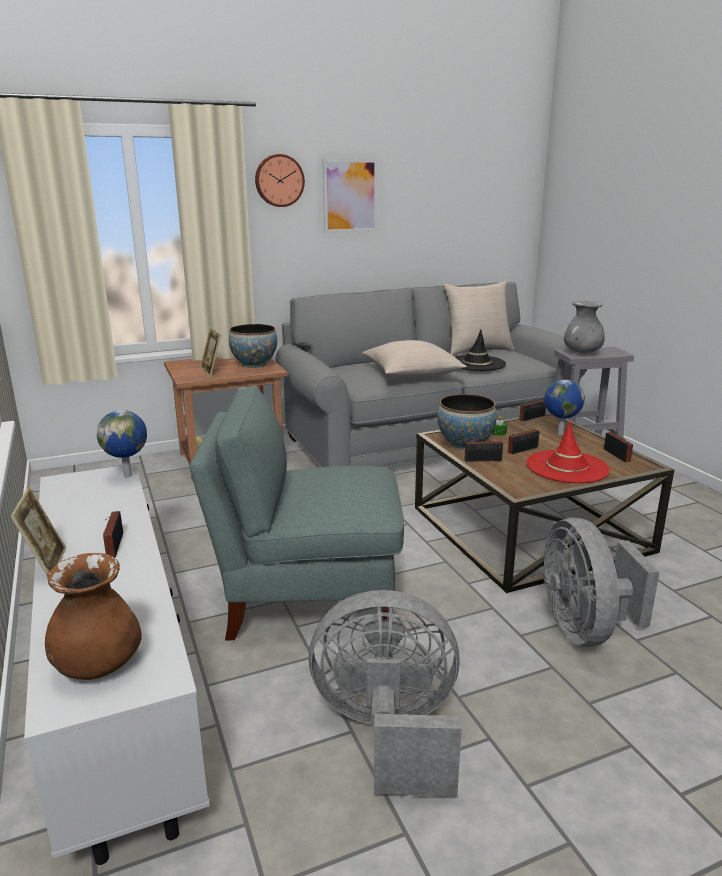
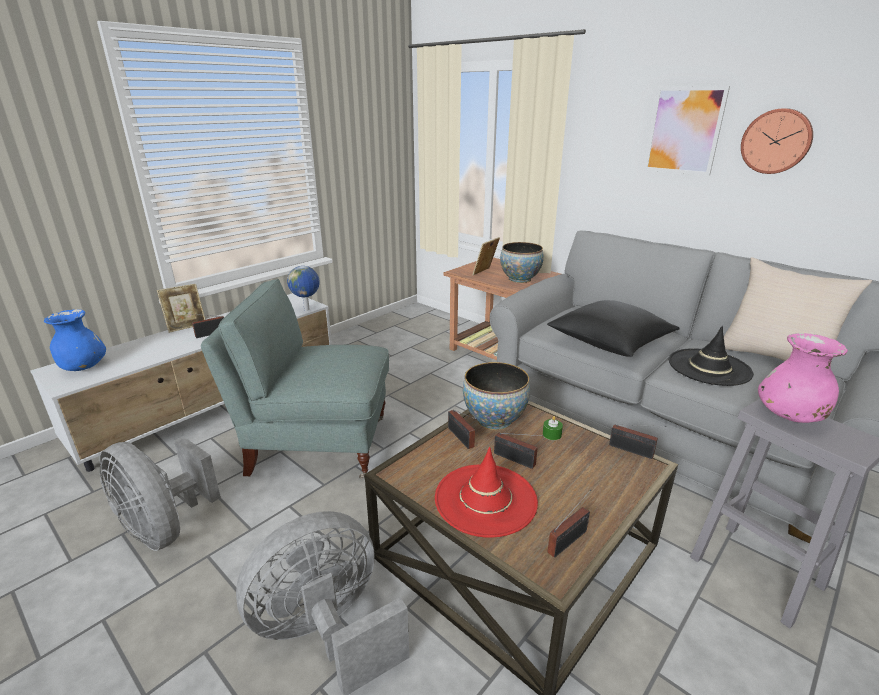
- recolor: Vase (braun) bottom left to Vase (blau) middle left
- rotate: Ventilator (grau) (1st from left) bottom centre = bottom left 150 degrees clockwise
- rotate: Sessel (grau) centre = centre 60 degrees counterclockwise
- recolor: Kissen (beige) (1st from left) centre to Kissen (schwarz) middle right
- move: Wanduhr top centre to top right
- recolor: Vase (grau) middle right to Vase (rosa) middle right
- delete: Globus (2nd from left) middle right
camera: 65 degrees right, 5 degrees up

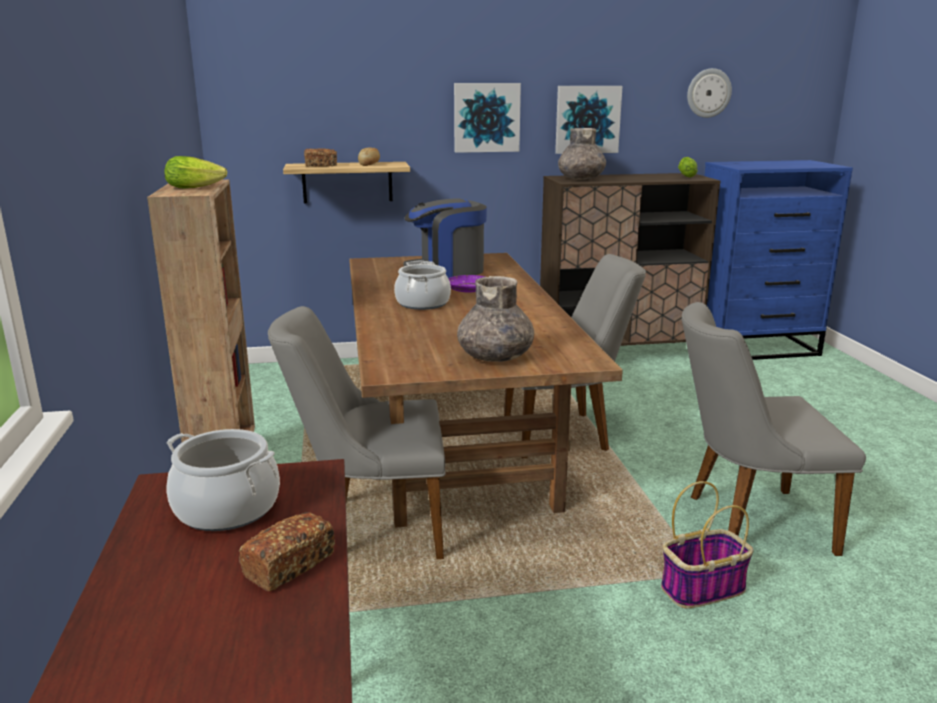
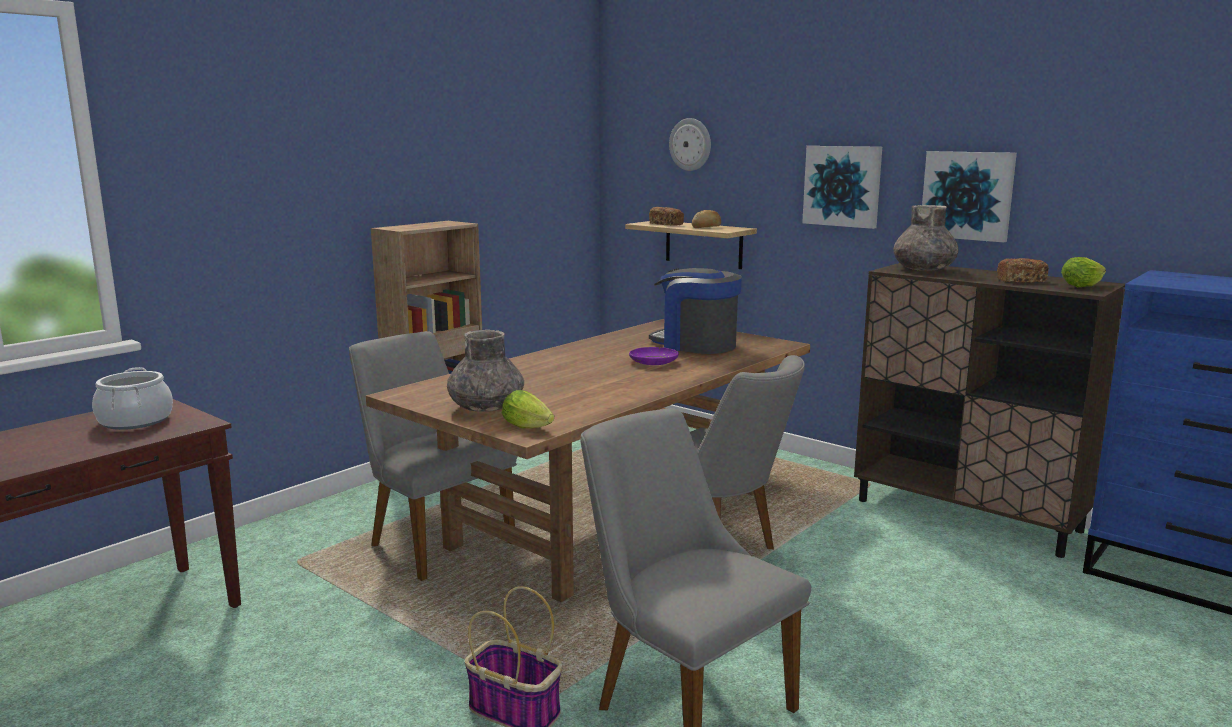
- move: Salatkopf (1st from left) top left to centre
- move: Wanduhr top right to top centre
- move: Brot (1st from left in the first image) bottom left to Brot (3rd from left) middle right
- delete: Kochtopf (2nd from left) centre
camera: 50 degrees right, 5 degrees down

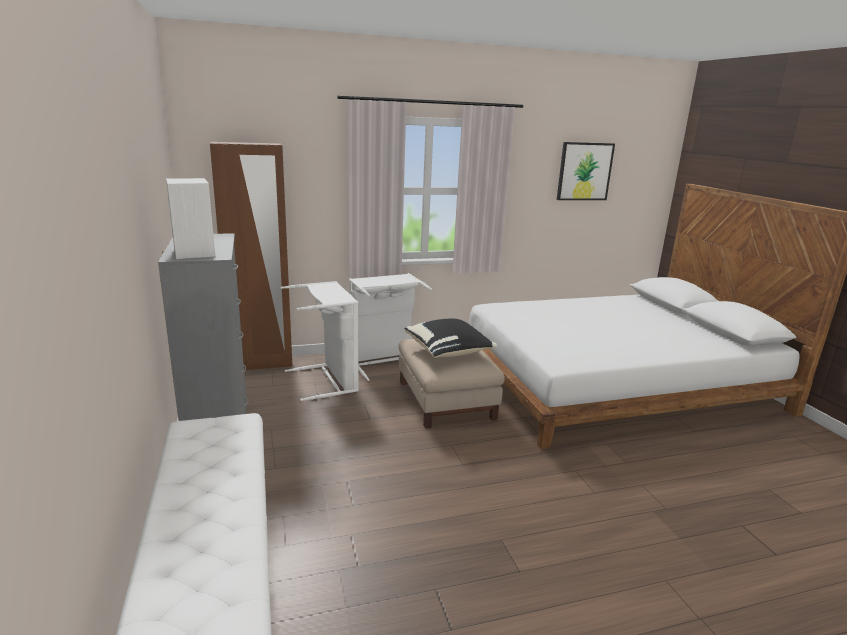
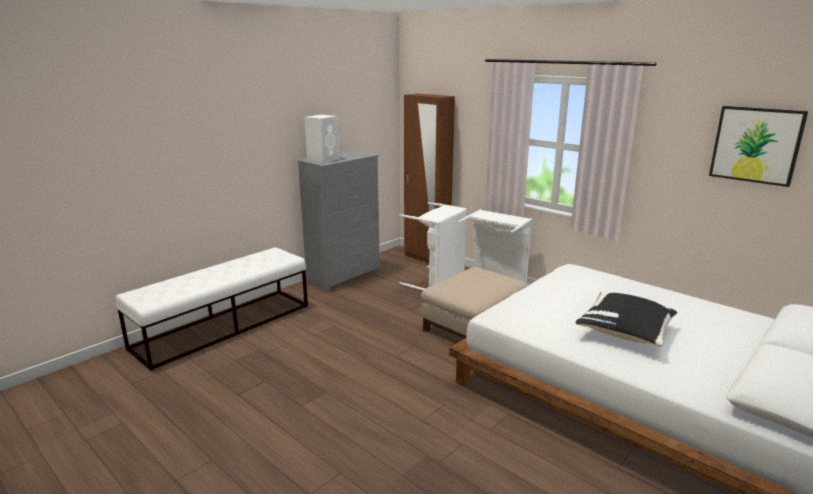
- move: Kissen (schwarz) centre to middle right
camera: 60 degrees right, 0 degrees up

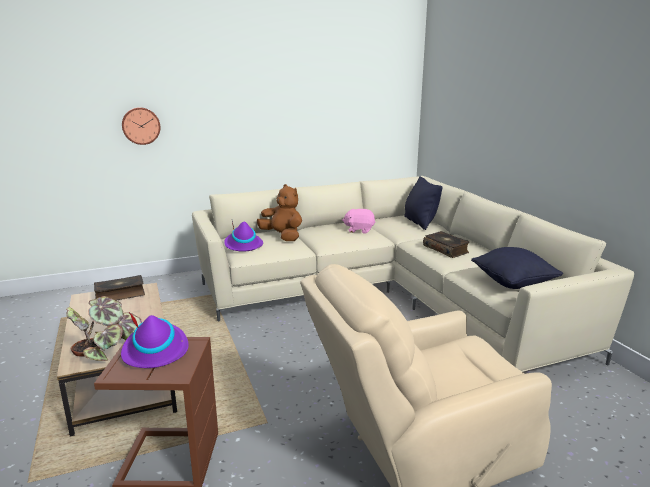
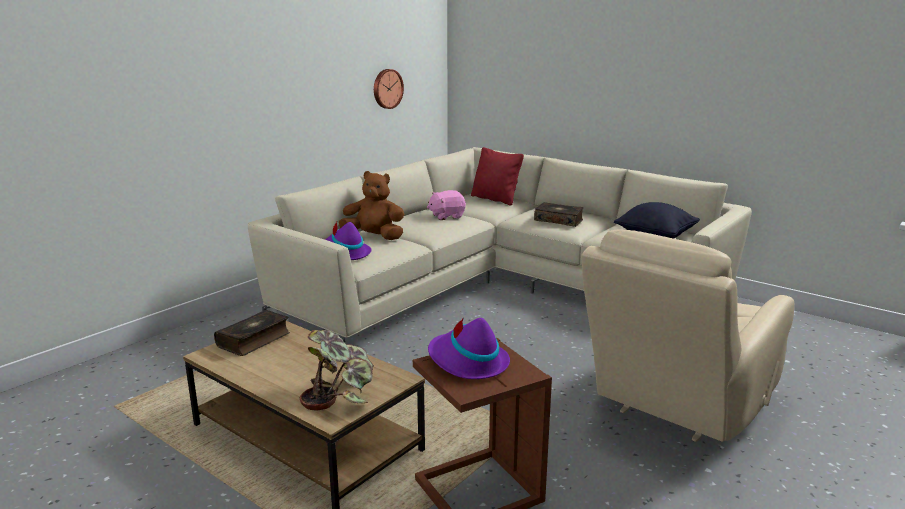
- move: Wanduhr top left to top centre
- recolor: Kissen (schwarz) (1st from left) centre to Kissen (rot) centre
camera: 30 degrees left, 0 degrees up

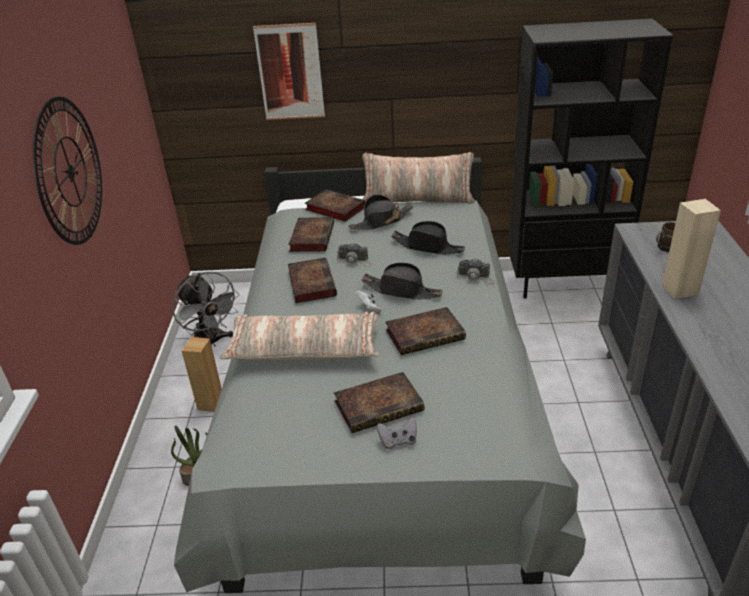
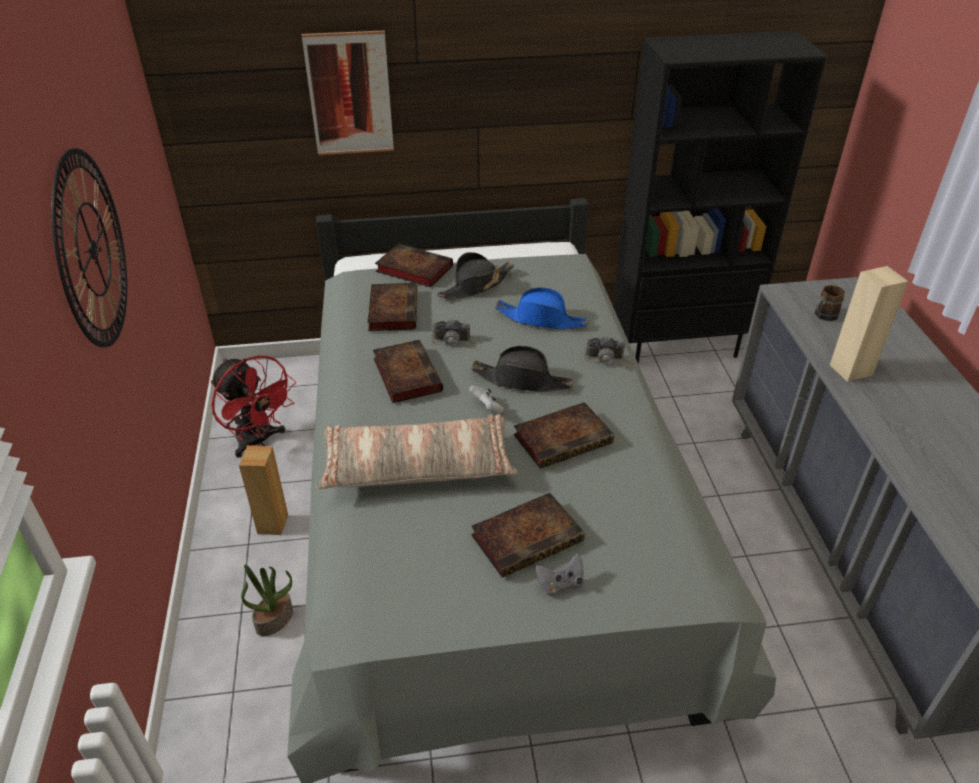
- recolor: Ventilator (grau) middle left to Ventilator (rot) middle left
- recolor: Hut (schwarz) (3rd from left) centre to Hut (blau) centre
- delete: Kissen (2nd from left) top centre
camera: 10 degrees left, 5 degrees up

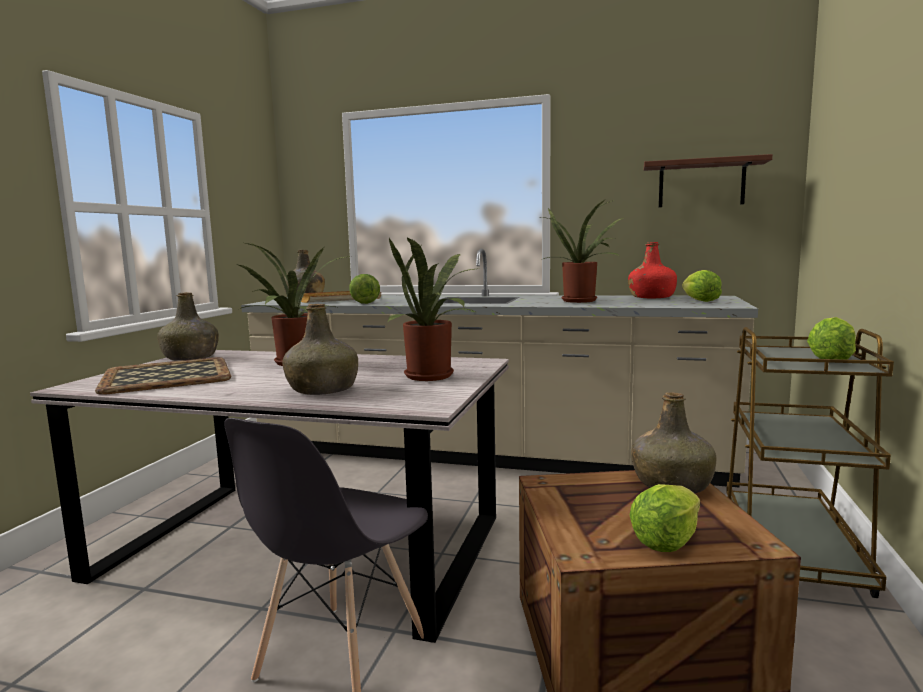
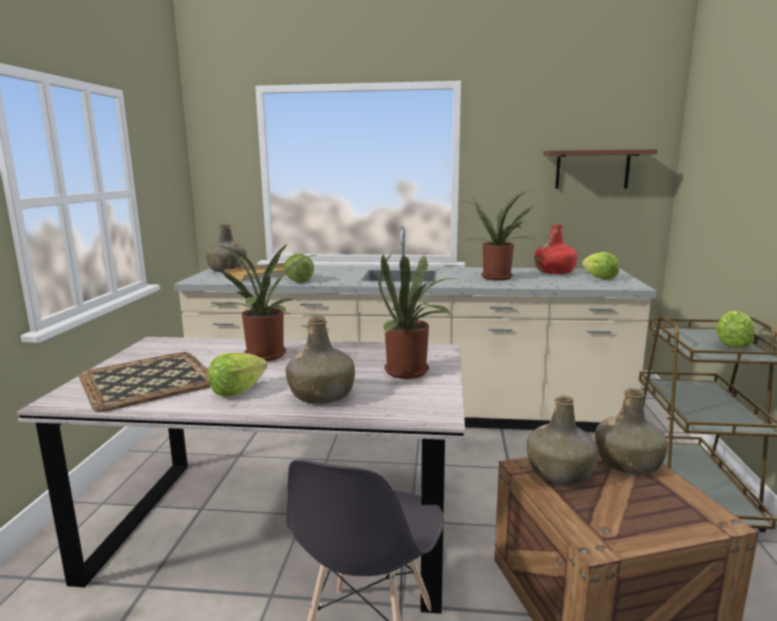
- move: Salatkopf (2nd from left in the first image) bottom right to Salatkopf (1st from left) middle left
- move: Flasche (grün) (1st from left in the first image) middle left to Flasche (grün) (3rd from left) bottom right
camera: 10 degrees left, 5 degrees up

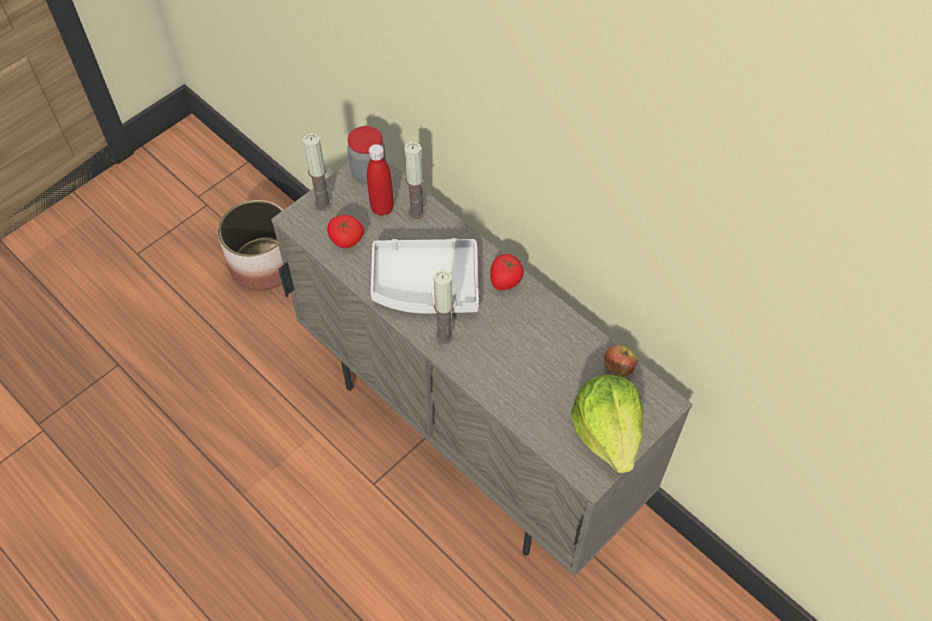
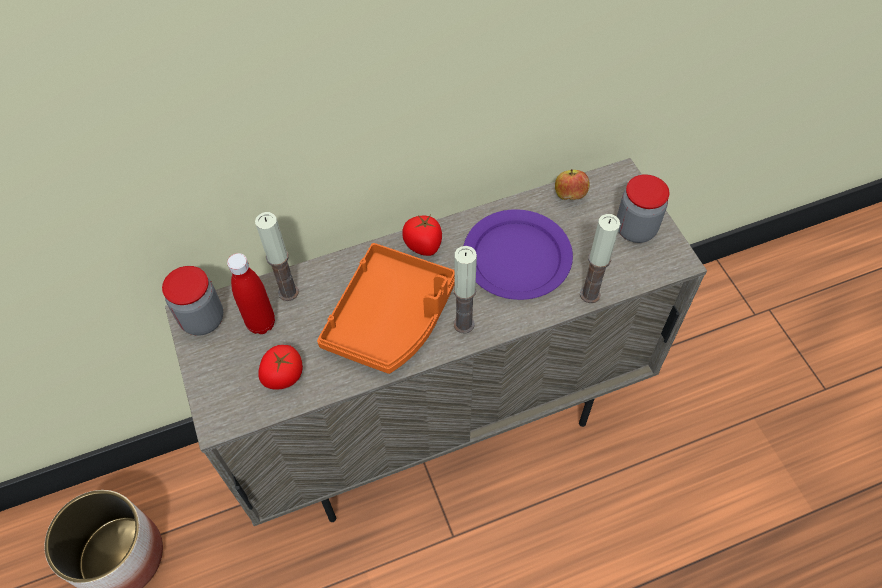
- recolor: Tablett (weiß) centre to Tablett (orange) centre
- insert: Teller (lila) centre
- move: Kerze (1st from left in the first image) top centre to Kerze (3rd from left) middle right
- replace: Salatkopf bottom centre to Vorratsglas (2nd from left) middle right
camera: 65 degrees left, 0 degrees up

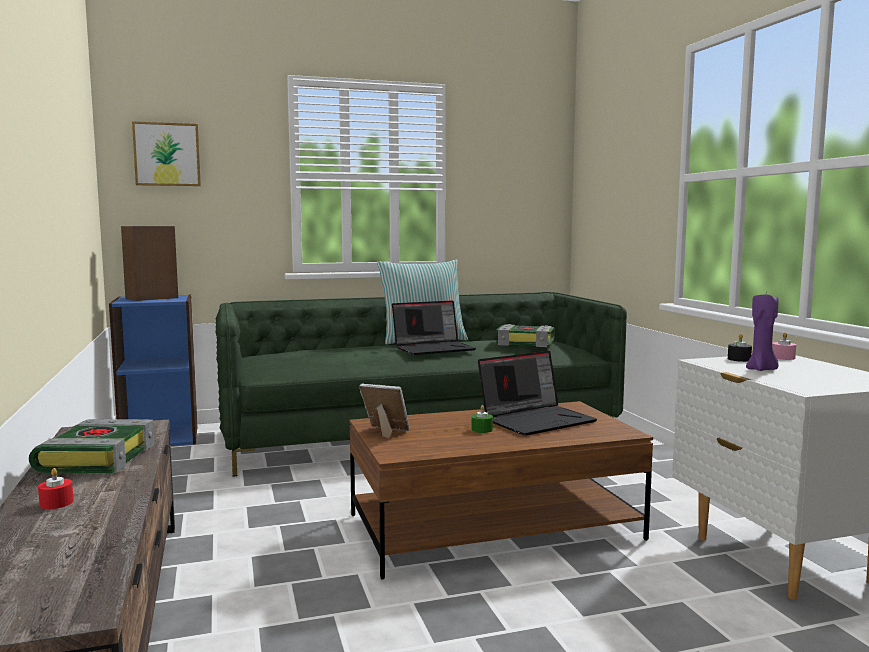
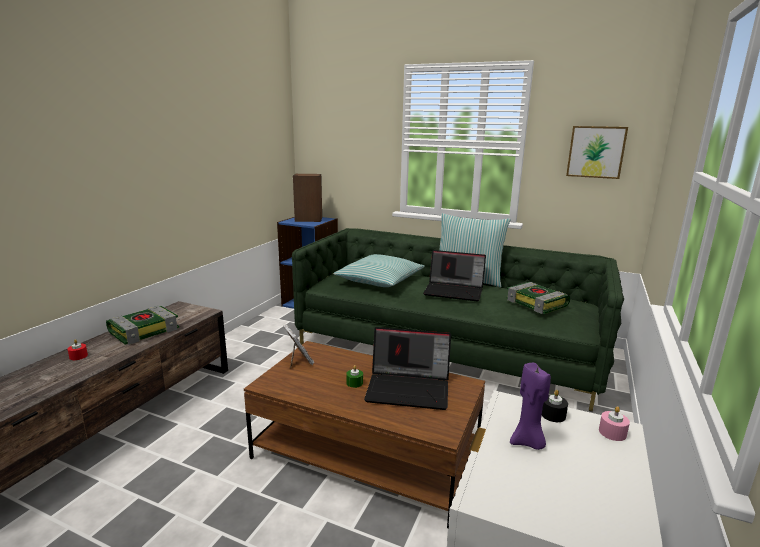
- insert: Kissen (1st from left) centre
- move: Bild top left to top right
camera: 40 degrees right, 10 degrees up

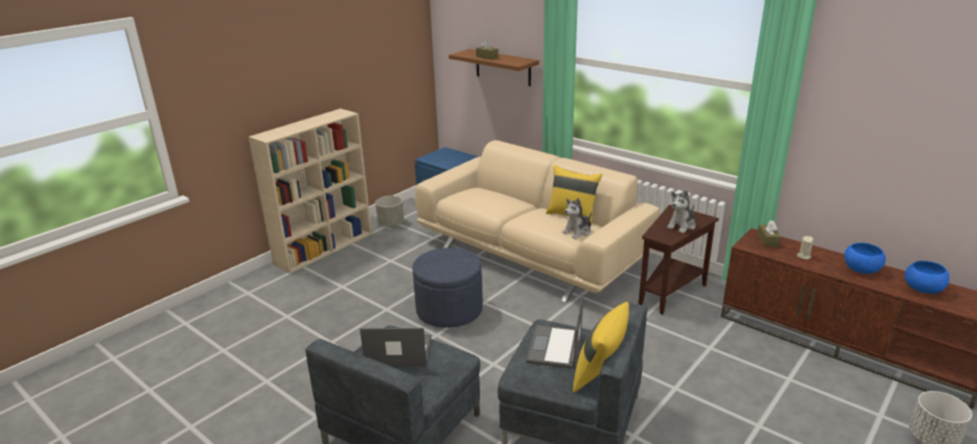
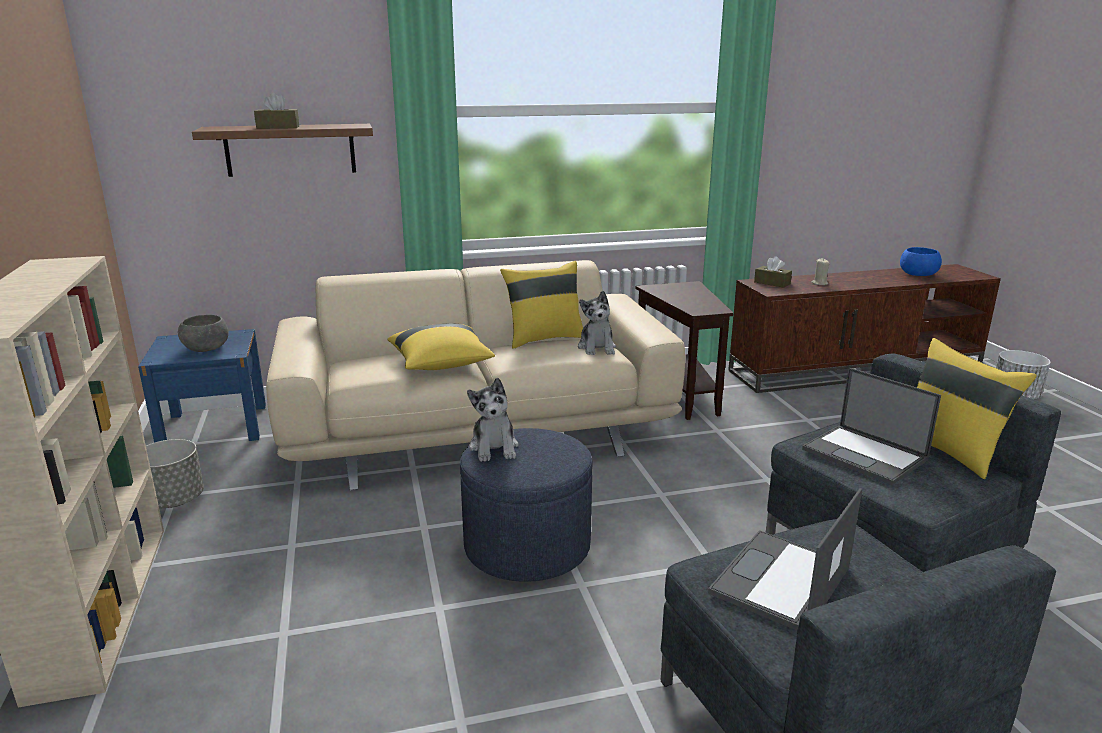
- insert: Schüssel (grau) middle left
- insert: Kissen (gelb) (1st from left) centre
- move: Plüschtier (2nd from left in the first image) middle right to Plüschtier (1st from left) centre
- delete: Schüssel (blau) (1st from left) middle right
camera: 55 degrees left, 5 degrees down

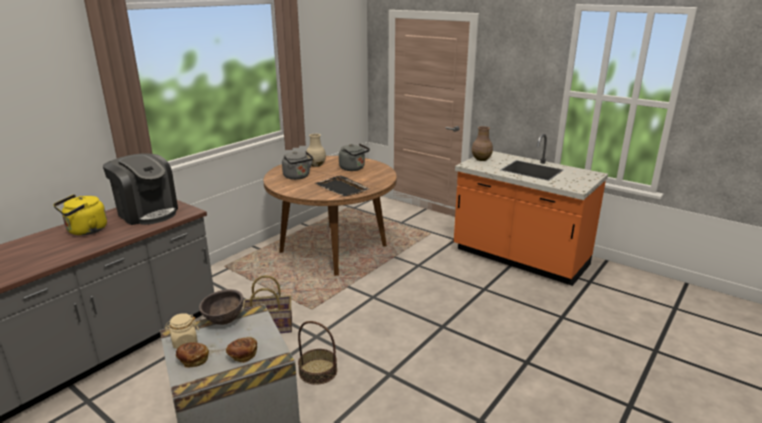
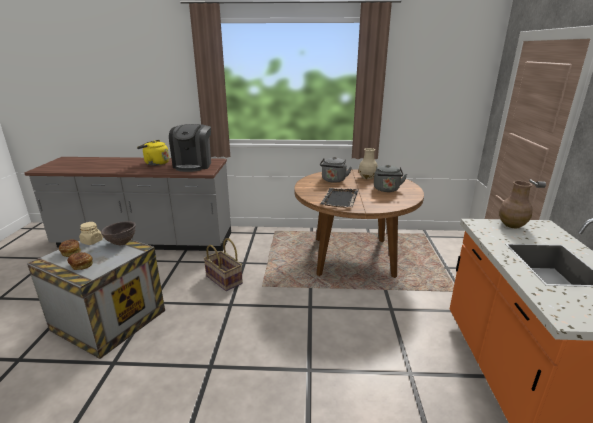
- delete: Korb (2nd from left) bottom centre
camera: 55 degrees right, 0 degrees up

